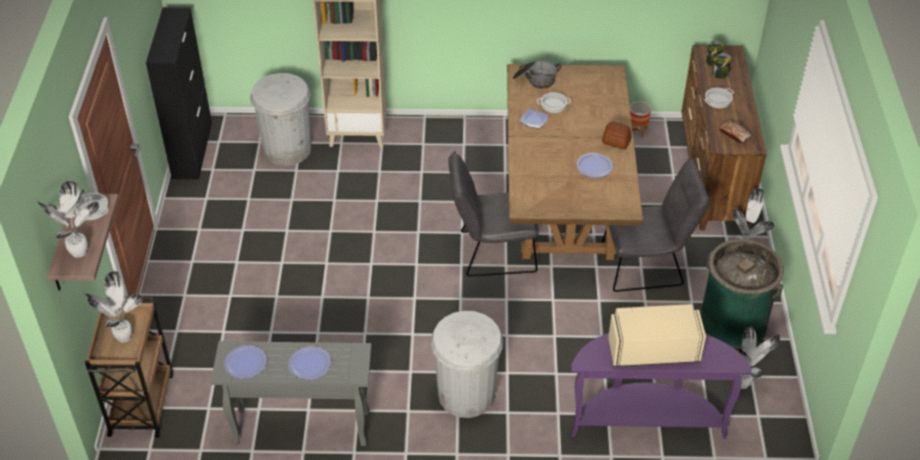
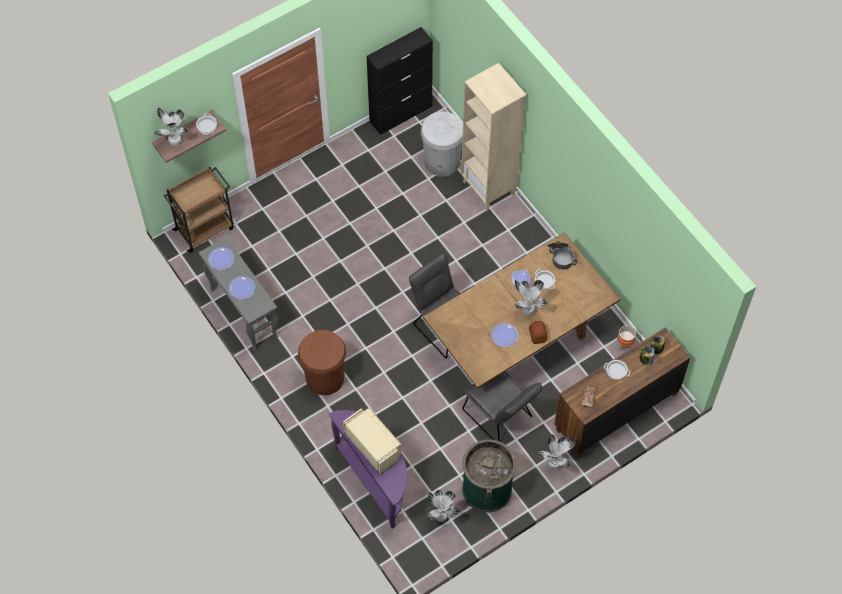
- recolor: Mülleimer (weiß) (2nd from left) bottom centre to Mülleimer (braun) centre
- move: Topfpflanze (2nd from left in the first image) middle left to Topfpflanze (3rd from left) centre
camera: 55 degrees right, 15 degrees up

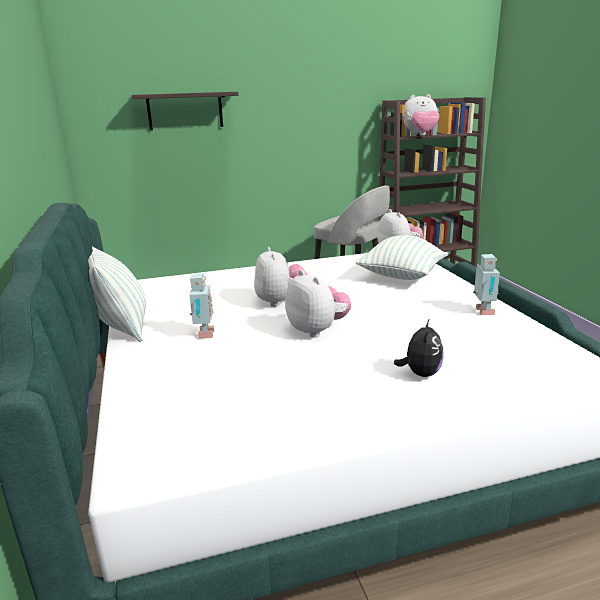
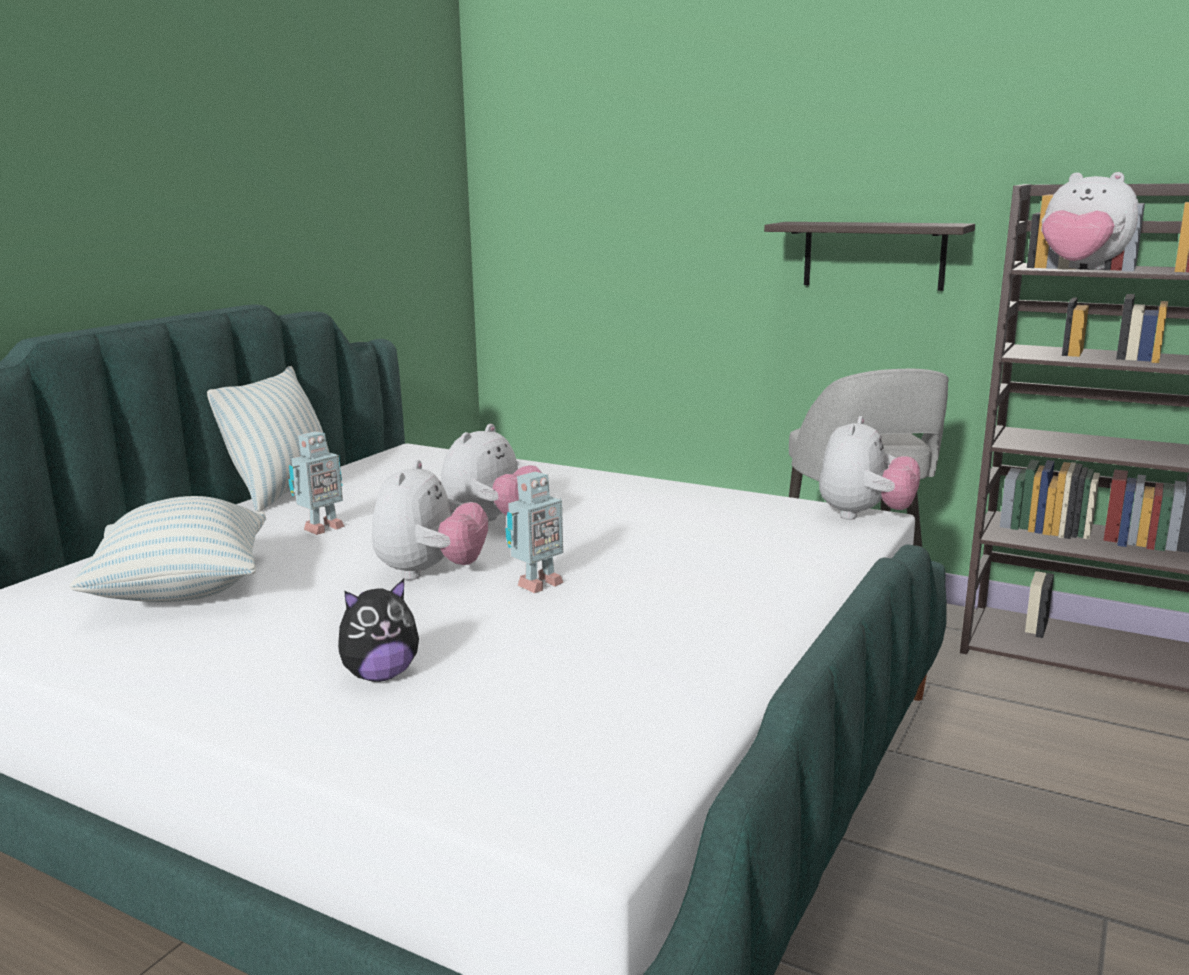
- move: Kissen (2nd from left in the first image) middle right to Kissen (1st from left) middle left
- move: Spielzeugroboter (2nd from left) middle right to centre
- move: Wandregal top left to top right
camera: 45 degrees right, 5 degrees down

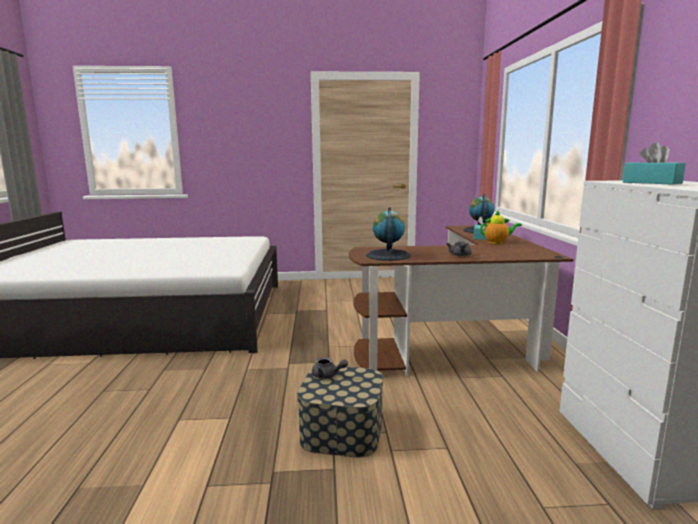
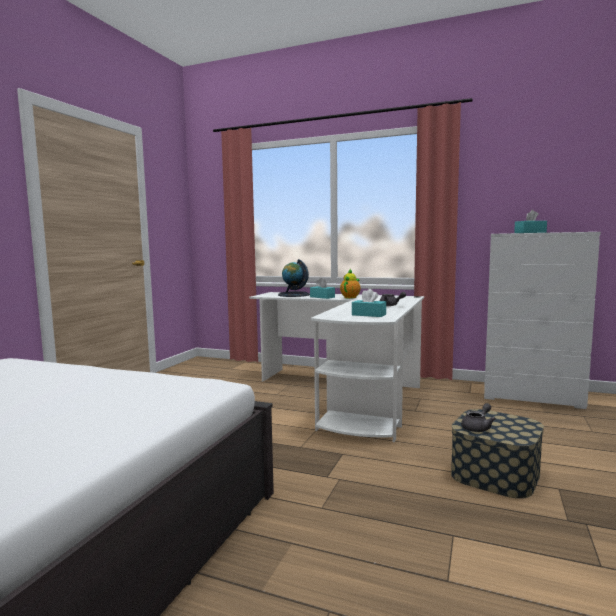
- recolor: Schreibtisch (braun) centre to Schreibtisch (weiß) centre
- replace: Globus (1st from left) centre to Taschentuchbox (türkis) (2nd from left) centre
camera: 65 degrees left, 5 degrees down

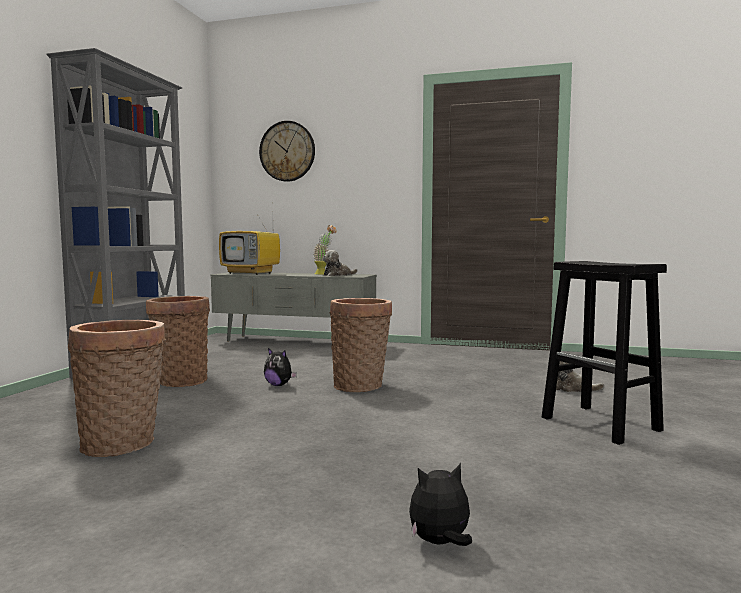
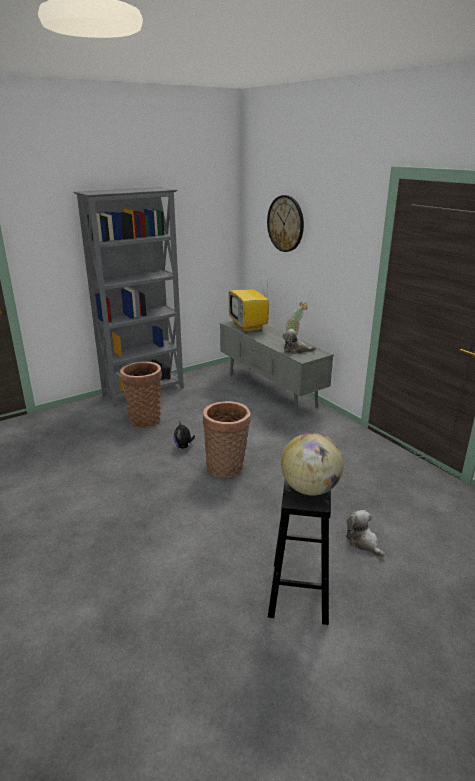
- insert: Globus centre
- delete: Korb (1st from left) middle left
- delete: Plüschtier (3rd from left) bottom centre
camera: 40 degrees right, 20 degrees up

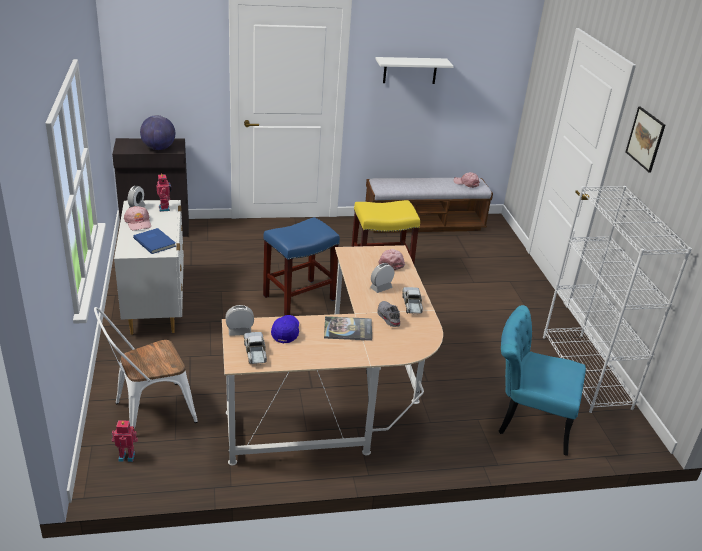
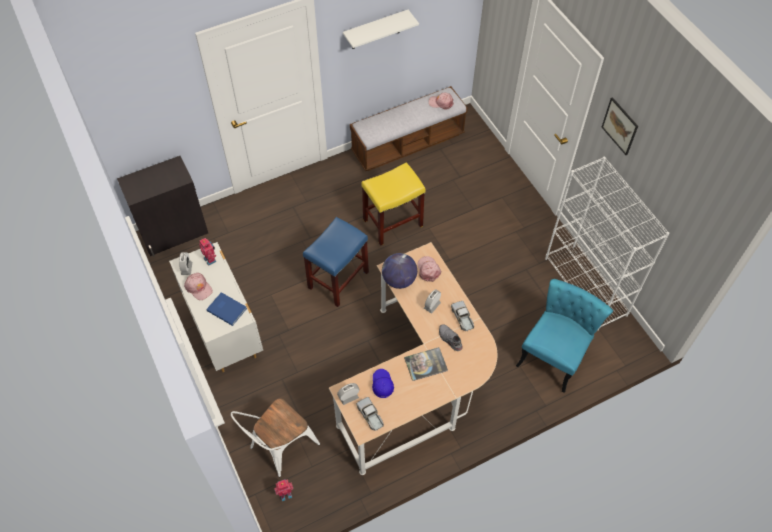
- move: Globus top left to centre
- rotate: Stuhl (türkis) bottom right = middle right 120 degrees clockwise
camera: 15 degrees left, 25 degrees up

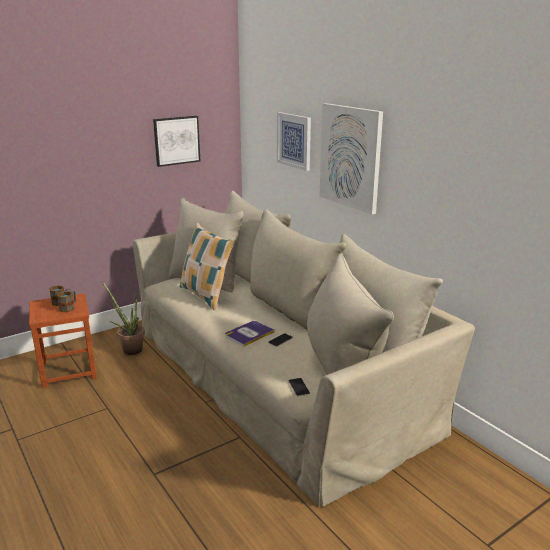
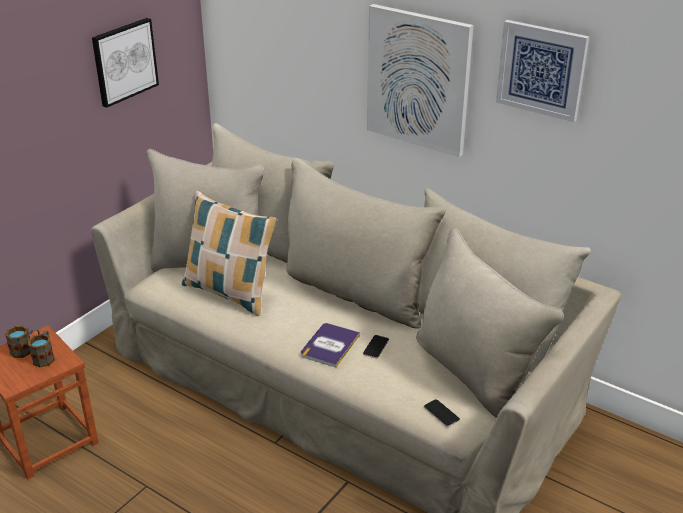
- move: Bild (2nd from left in the first image) top centre to Bild (3rd from left) top right
- delete: Topfpflanze middle left
camera: 20 degrees left, 10 degrees up

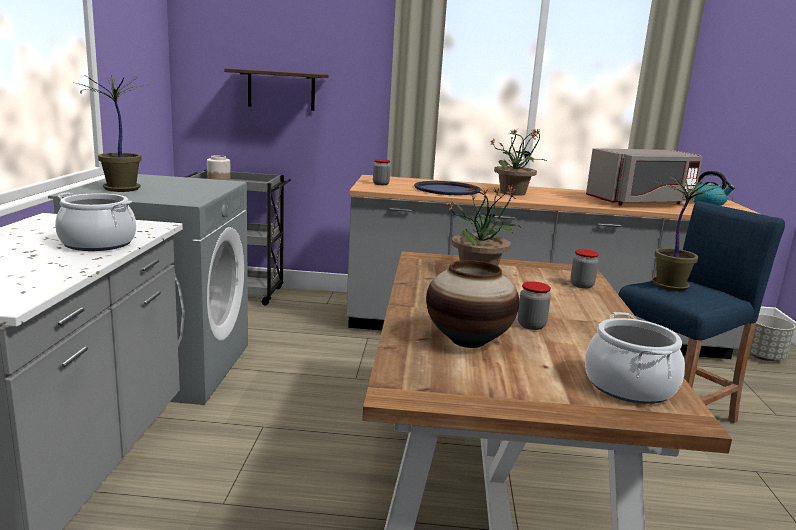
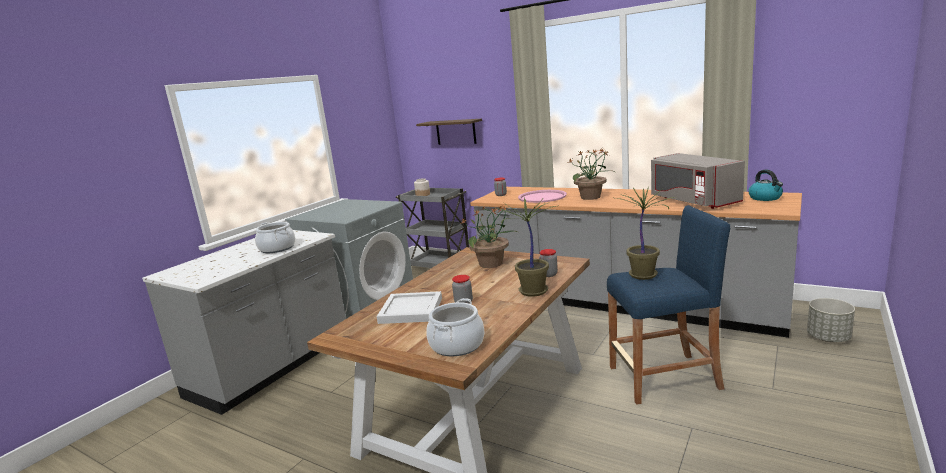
- replace: Vase centre to Tablett (weiß) centre
- move: Topfpflanze (1st from left in the first image) top left to Topfpflanze (2nd from left) centre
- recolor: Tablett (blau) centre to Tablett (rosa) centre
- rotate: Mikrowelle (grau) top right = middle right 60 degrees clockwise
camera: 30 degrees right, 0 degrees up

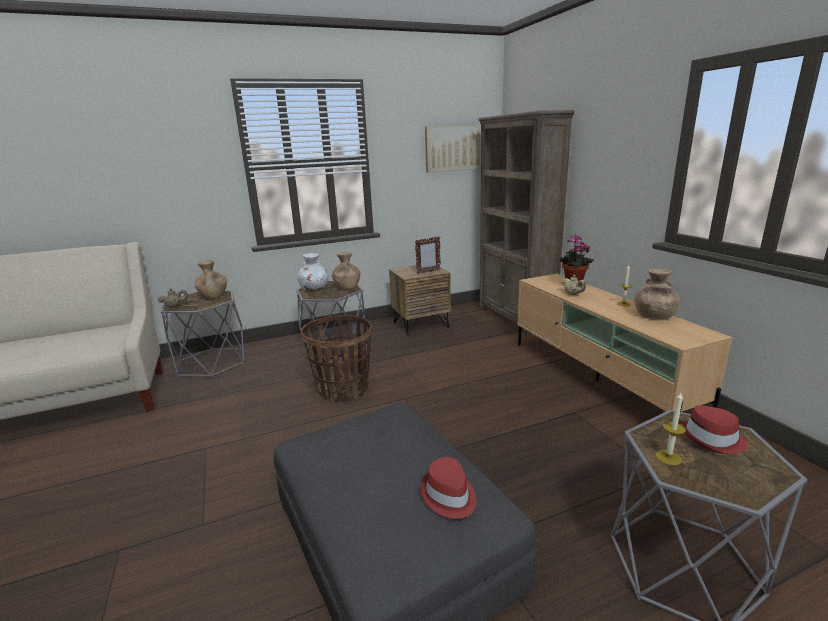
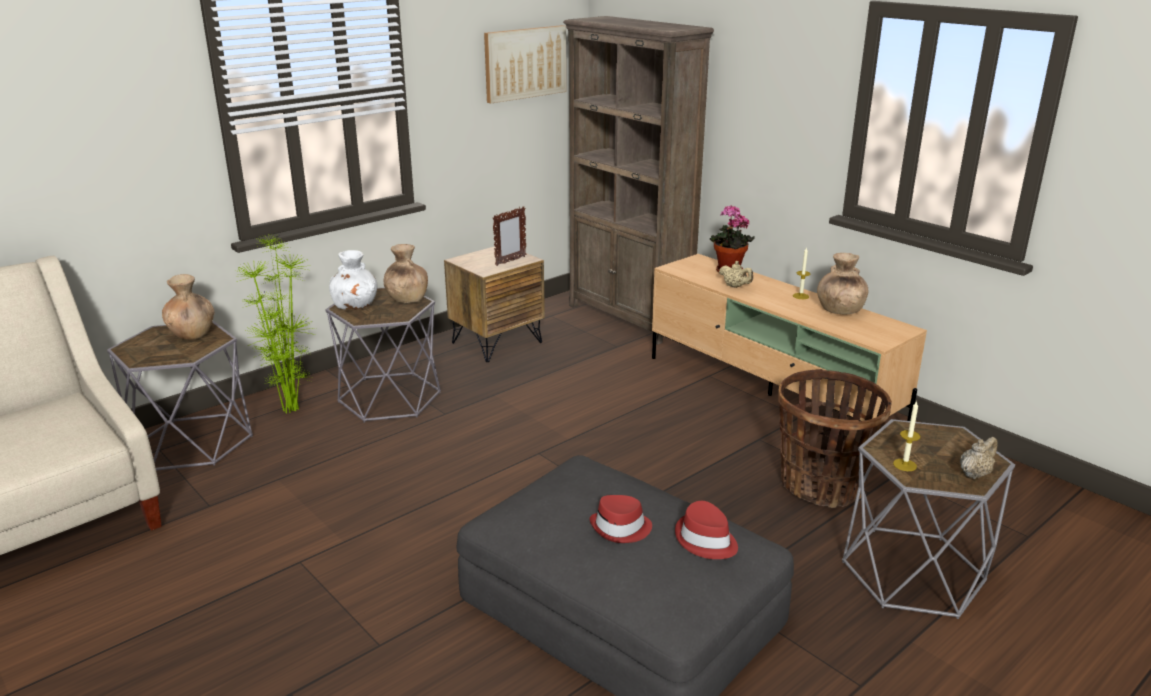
- insert: Topfpflanze (1st from left) middle left
- move: Hut (rot) (2nd from left in the first image) bottom right to Hut (rot) (1st from left) bottom centre
- move: Korb centre to middle right
- move: Teekanne (beige) (1st from left in the first image) middle left to Teekanne (beige) (2nd from left) middle right
camera: 20 degrees left, 5 degrees up

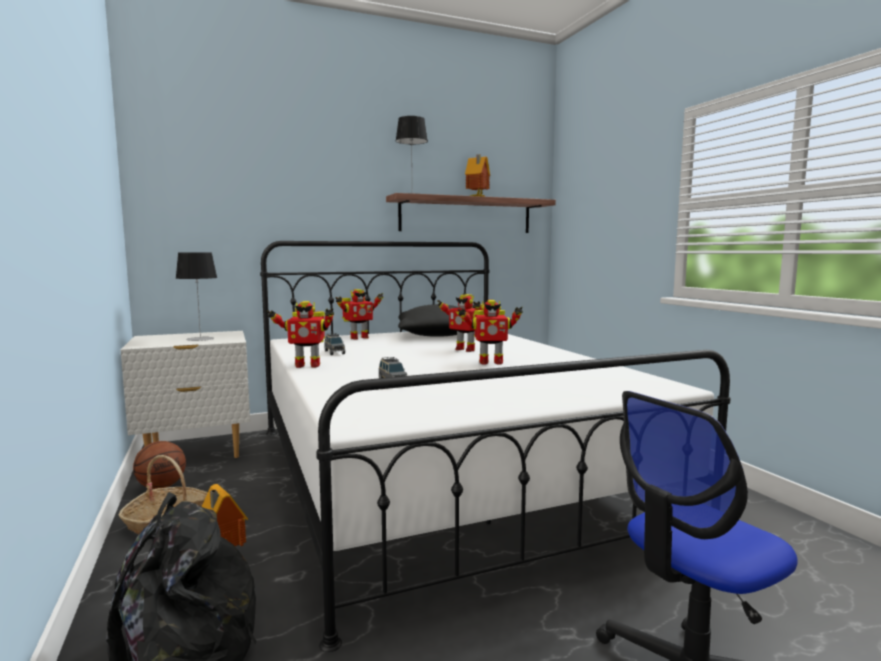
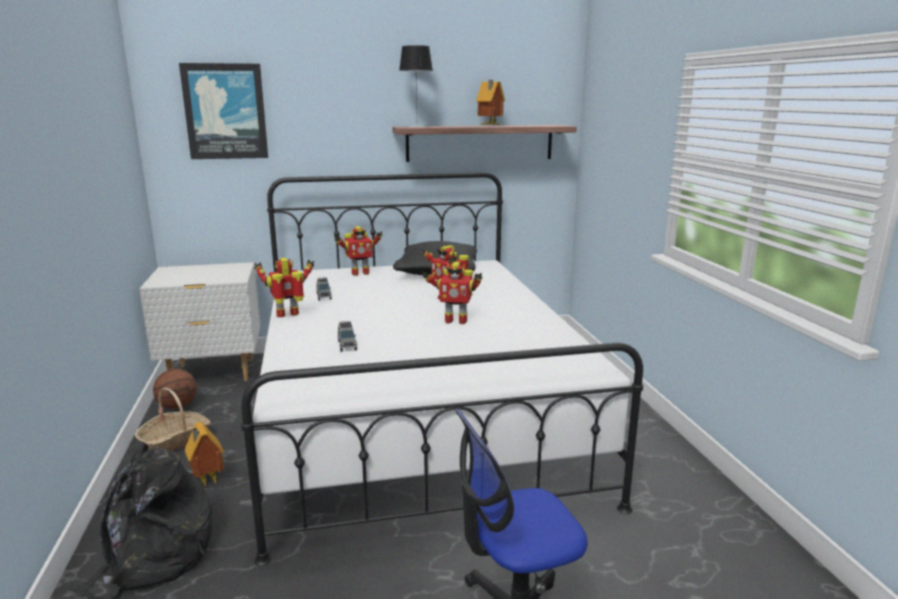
- insert: Bild top left
- rotate: Spielzeugroboter (1st from left) centre = middle left 150 degrees clockwise
- delete: Tischlampe (1st from left) middle left
camera: 10 degrees right, 10 degrees up

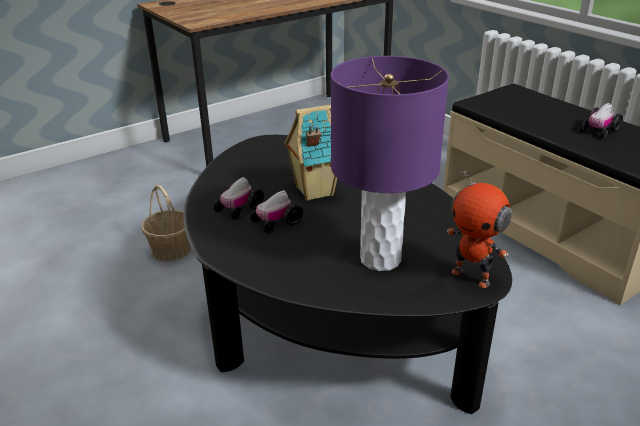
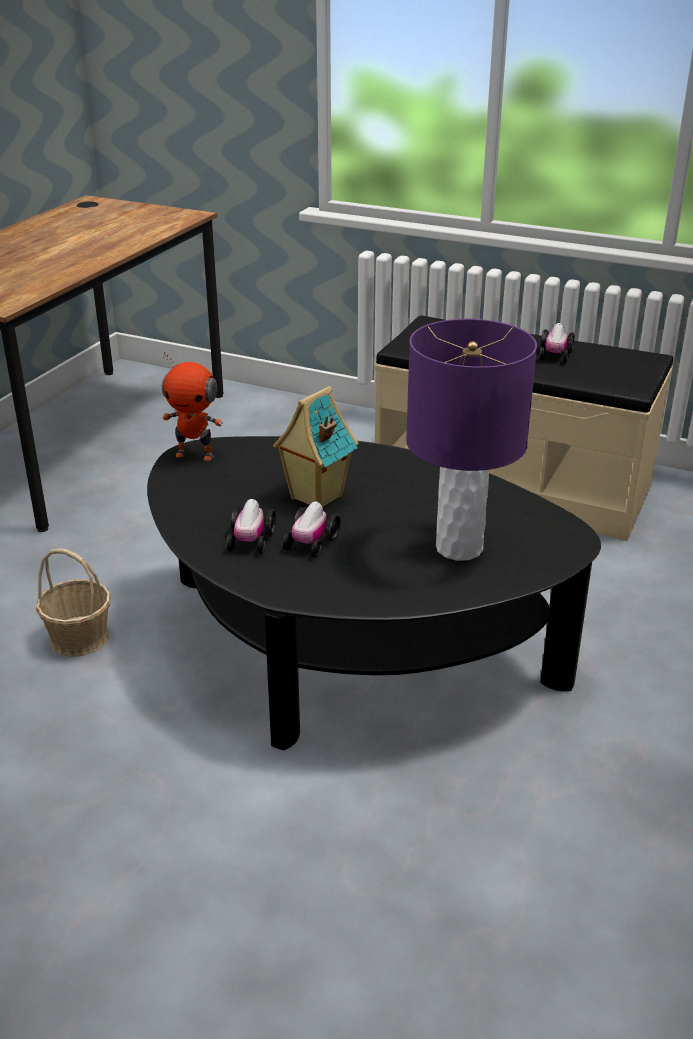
- move: Spielzeugroboter middle right to middle left
camera: 30 degrees left, 0 degrees up

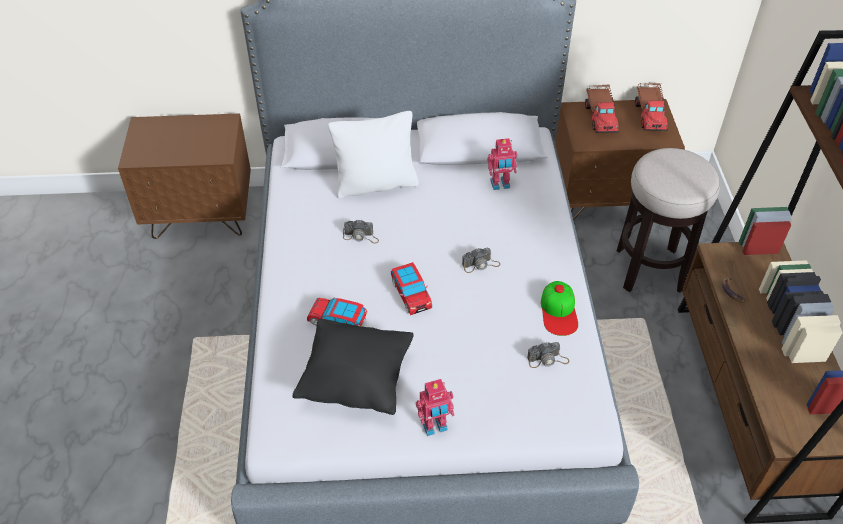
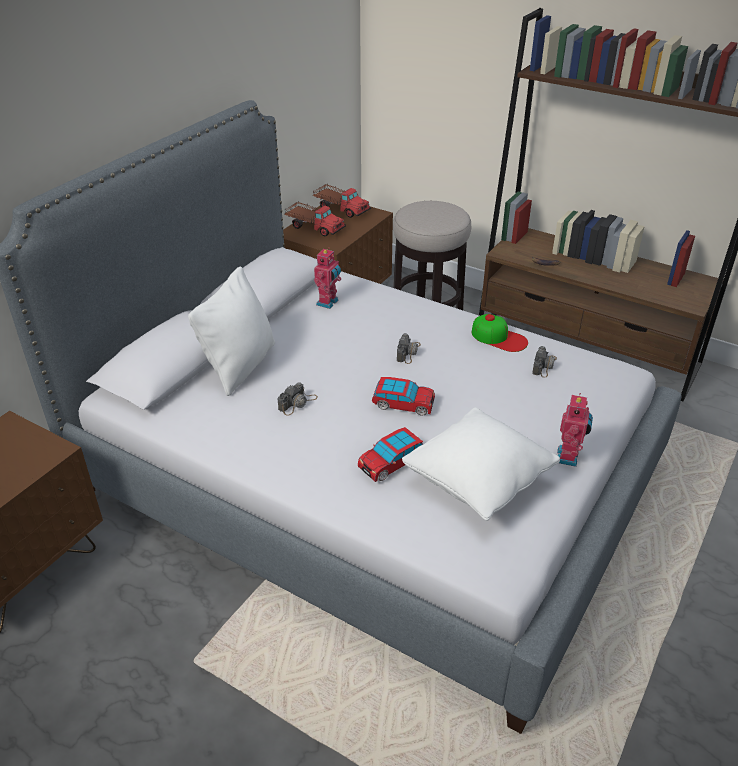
- recolor: Kissen (schwarz) bottom centre to Kissen (weiß) (2nd from left) centre
camera: 55 degrees left, 10 degrees down

